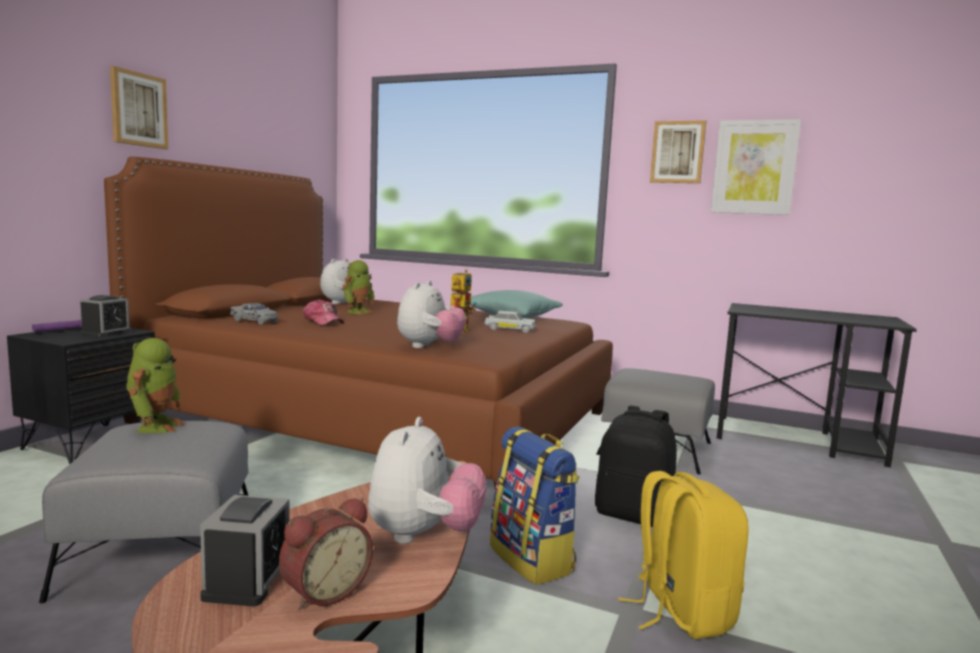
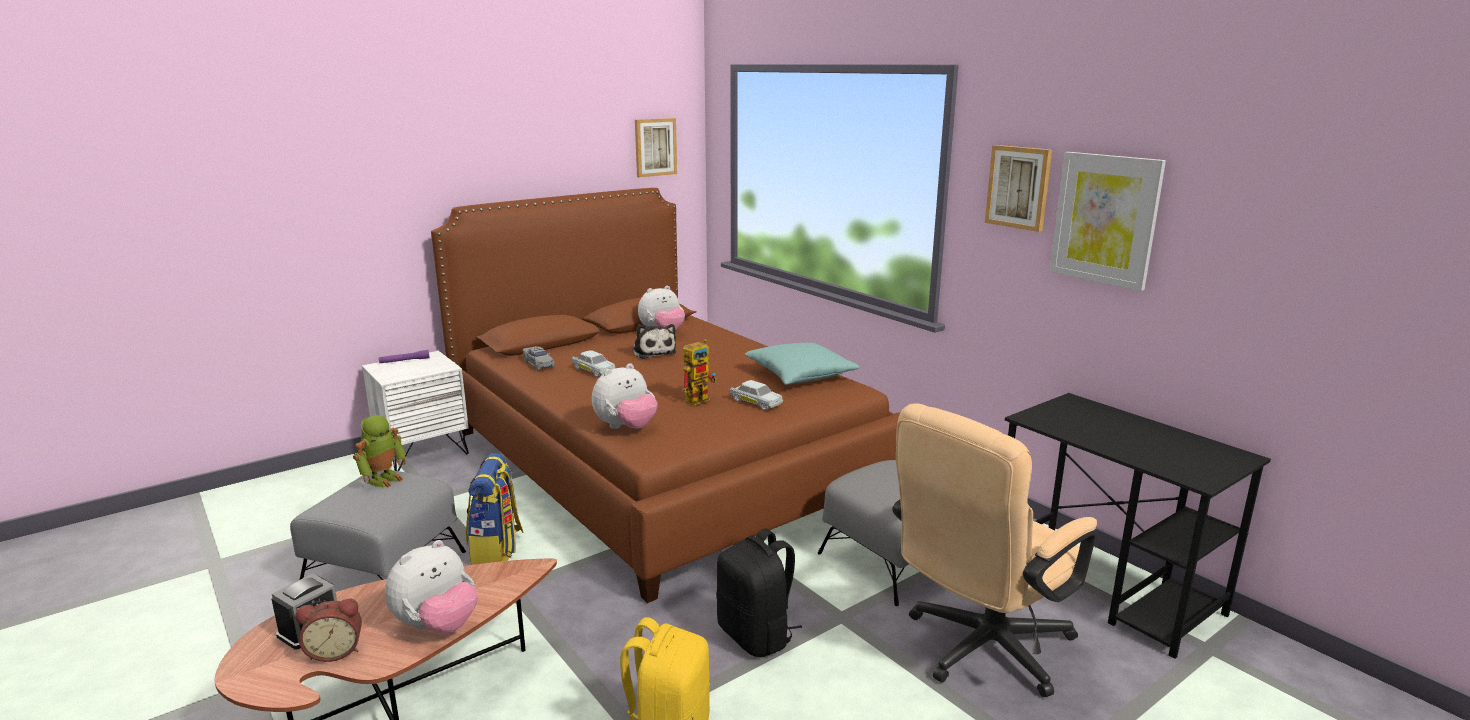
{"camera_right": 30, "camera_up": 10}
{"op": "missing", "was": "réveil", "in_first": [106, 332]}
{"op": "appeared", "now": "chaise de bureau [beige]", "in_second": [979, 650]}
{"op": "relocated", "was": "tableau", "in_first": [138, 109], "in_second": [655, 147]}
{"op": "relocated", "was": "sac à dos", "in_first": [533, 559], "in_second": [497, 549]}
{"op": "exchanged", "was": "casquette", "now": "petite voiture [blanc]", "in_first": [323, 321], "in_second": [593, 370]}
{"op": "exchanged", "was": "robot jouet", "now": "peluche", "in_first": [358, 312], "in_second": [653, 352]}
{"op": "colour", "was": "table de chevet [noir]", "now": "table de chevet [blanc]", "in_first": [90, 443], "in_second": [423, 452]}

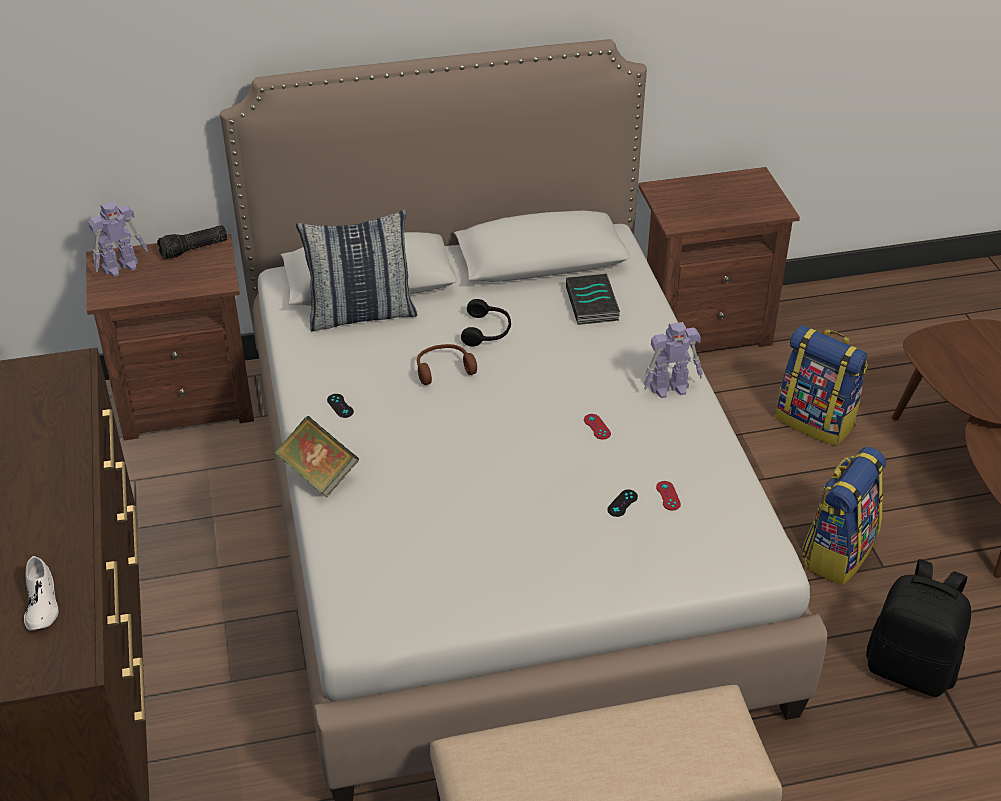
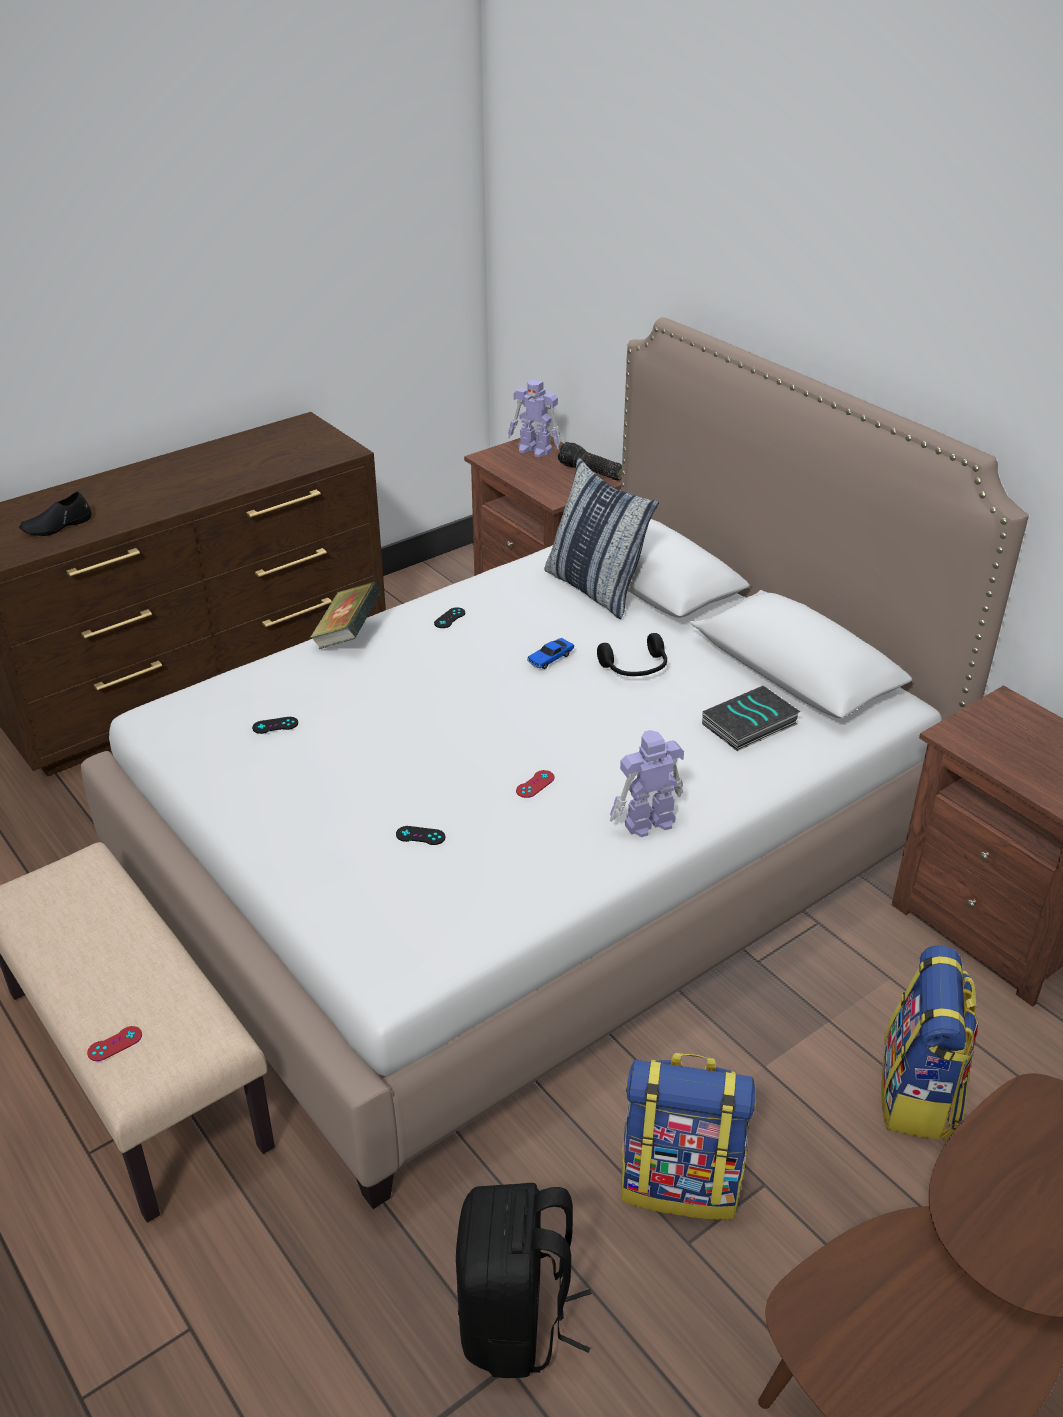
{"camera_right": 65, "camera_up": -5}
{"op": "appeared", "now": "manette [noir]", "in_second": [275, 725]}
{"op": "relocated", "was": "manette [rouge]", "in_first": [668, 496], "in_second": [115, 1044]}
{"op": "exchanged", "was": "casque audio [marron]", "now": "petite voiture", "in_first": [443, 369], "in_second": [550, 658]}
{"op": "colour", "was": "chaussure [blanc]", "now": "chaussure [noir]", "in_first": [41, 603], "in_second": [57, 526]}
{"op": "spun", "was": "robot jouet", "in_first": [670, 388], "in_second": [647, 823], "clockwise": 105}

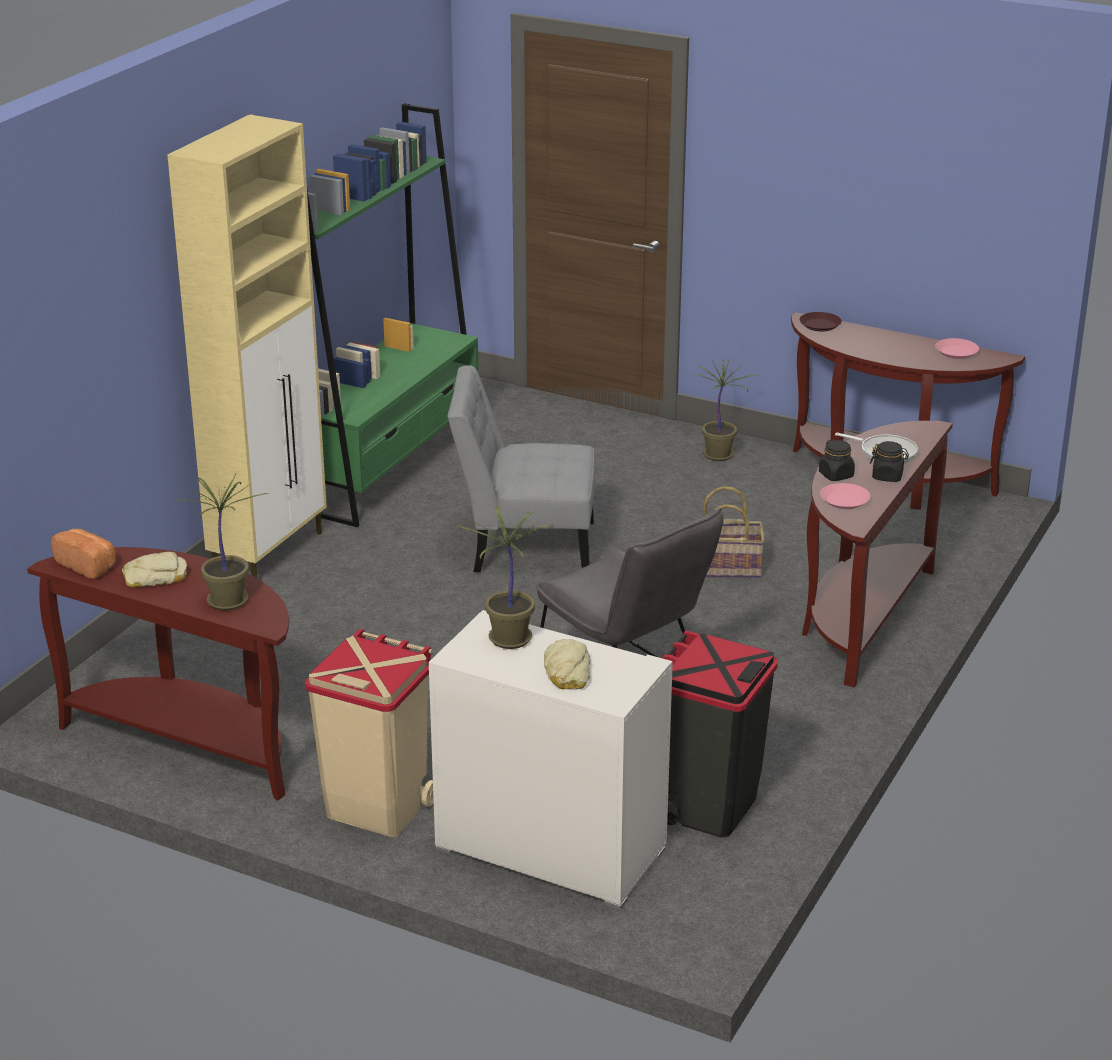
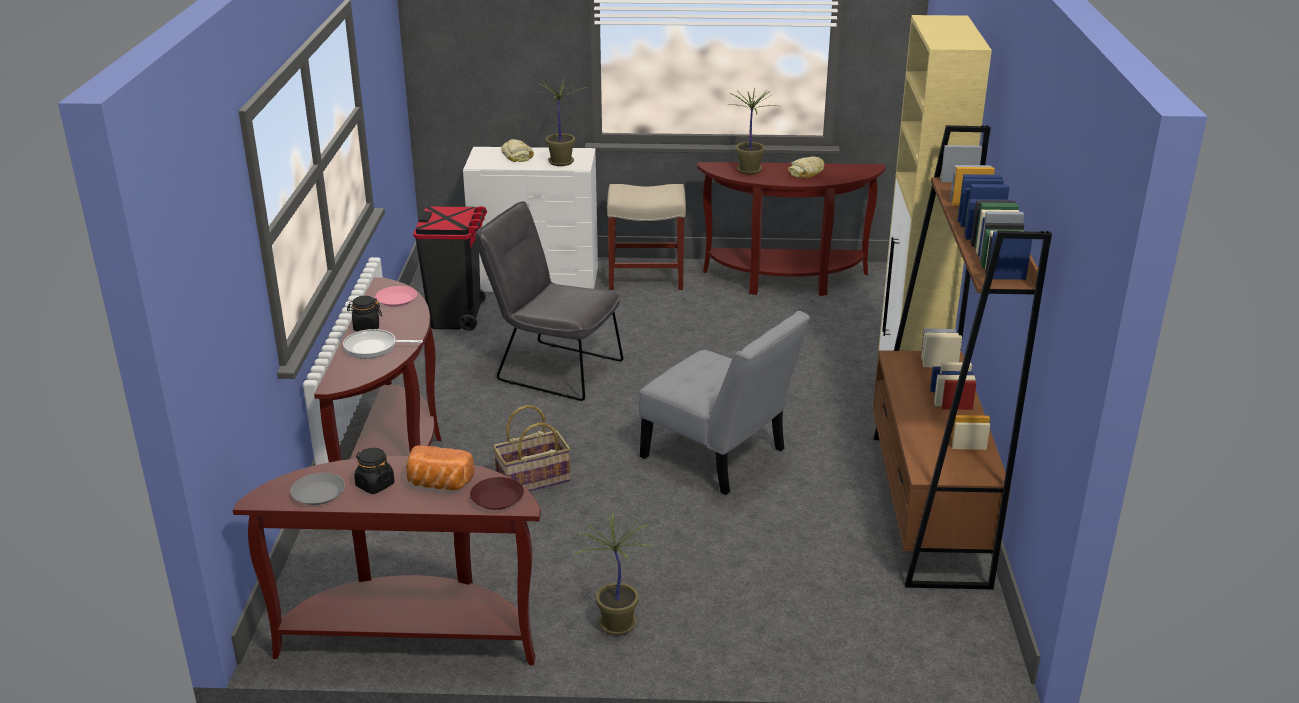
{"camera_right": 155, "camera_up": 0}
{"op": "relocated", "was": "pain", "in_first": [88, 565], "in_second": [438, 484]}
{"op": "relocated", "was": "bocal [noir]", "in_first": [836, 475], "in_second": [375, 485]}
{"op": "exchanged", "was": "poubelle [beige]", "now": "tabouret [beige]", "in_first": [377, 807], "in_second": [647, 277]}
{"op": "colour", "was": "bibliothèque [vert]", "now": "bibliothèque [marron]", "in_first": [388, 467], "in_second": [928, 507]}
{"op": "colour", "was": "assiette [rose]", "now": "assiette [gris]", "in_first": [956, 352], "in_second": [318, 493]}
{"op": "spun", "was": "chaise [gris]", "in_first": [525, 546], "in_second": [719, 457], "clockwise": 60}

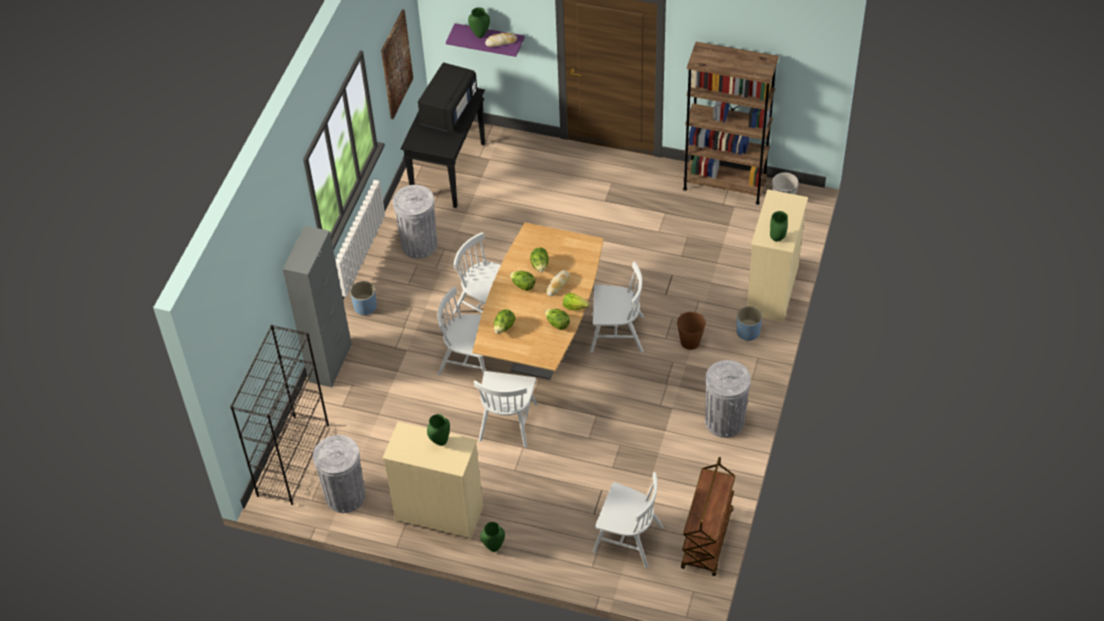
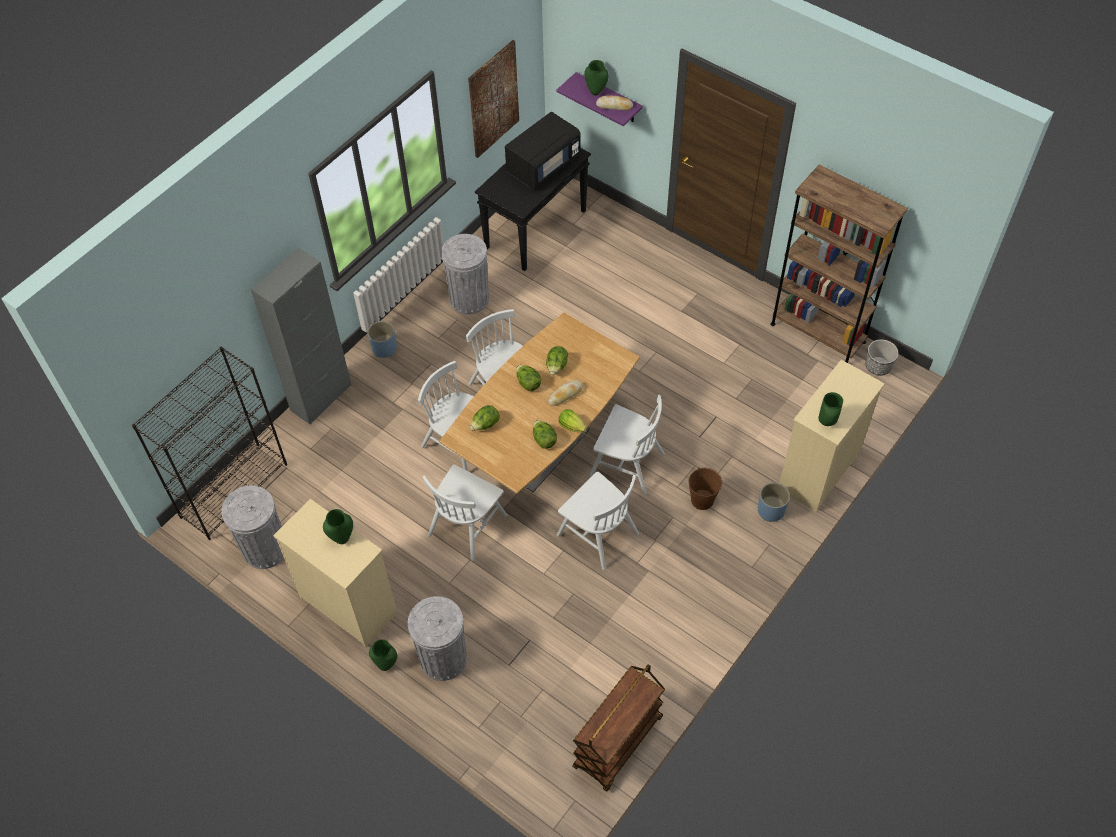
{"camera_right": 20, "camera_up": 5}
{"op": "relocated", "was": "chaise [blanc]", "in_first": [627, 539], "in_second": [597, 534]}
{"op": "relocated", "was": "poubelle [gris]", "in_first": [724, 421], "in_second": [443, 658]}

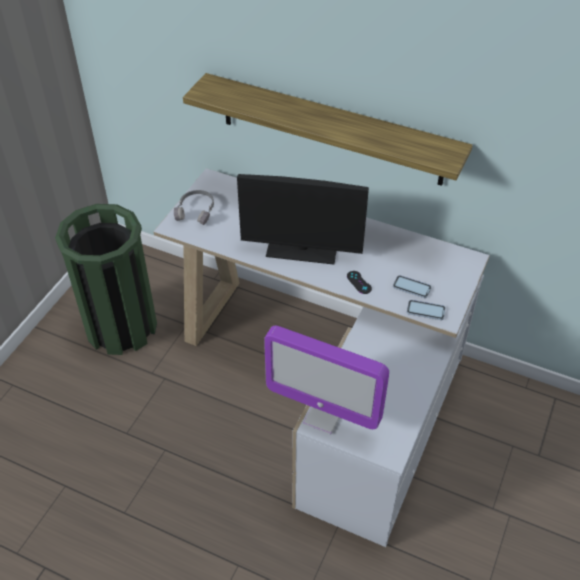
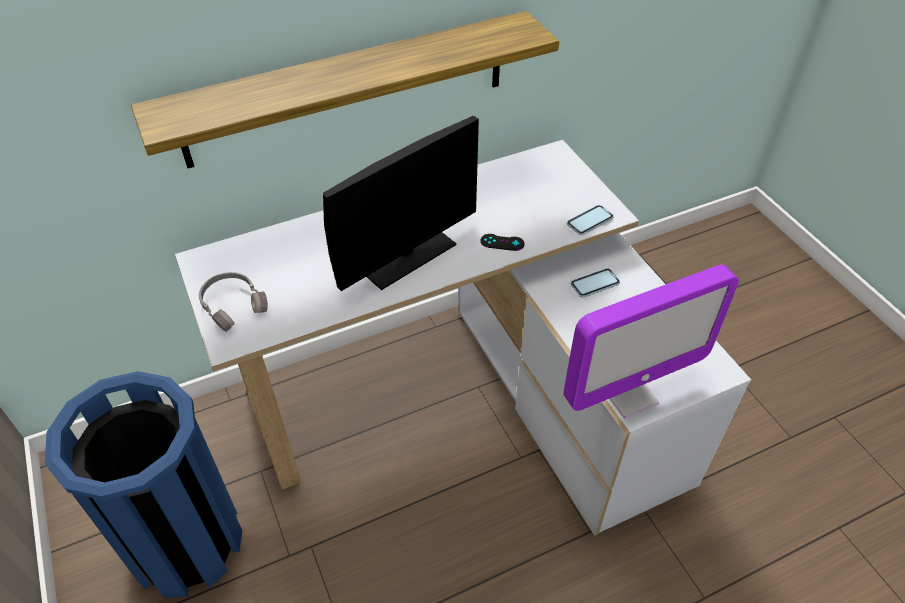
{"camera_right": -50, "camera_up": 0}
{"op": "relocated", "was": "téléphone", "in_first": [411, 287], "in_second": [594, 284]}
{"op": "colour", "was": "poubelle [vert]", "now": "poubelle [bleu]", "in_first": [121, 327], "in_second": [186, 542]}

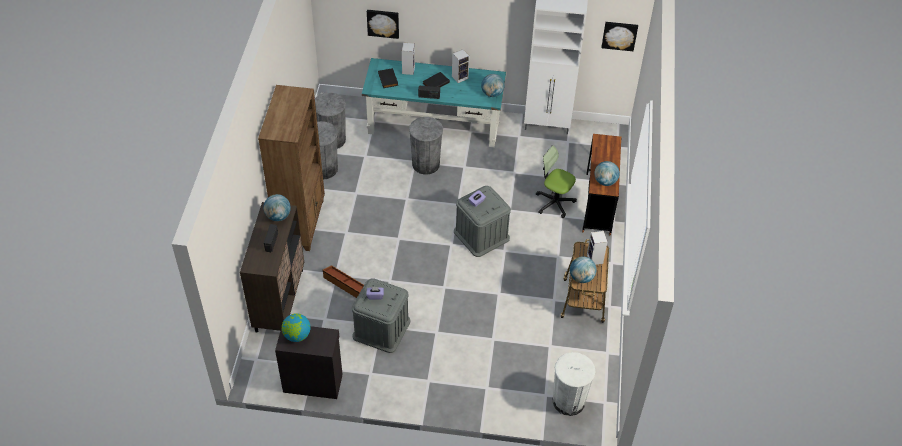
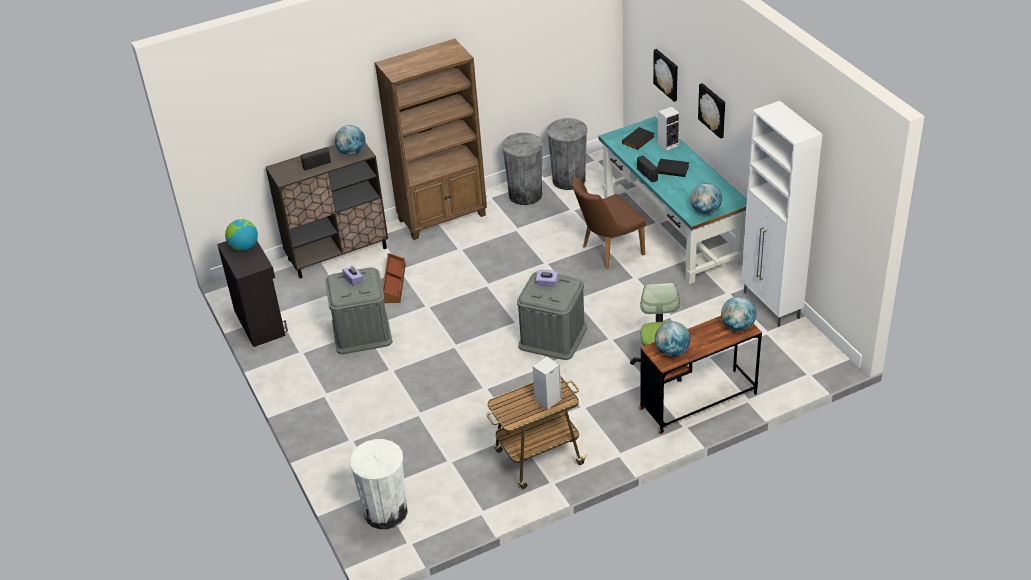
{"camera_right": 60, "camera_up": -10}
{"op": "missing", "was": "enceinte", "in_first": [460, 77]}
{"op": "relocated", "was": "globe", "in_first": [581, 277], "in_second": [737, 326]}
{"op": "relocated", "was": "tableau", "in_first": [619, 35], "in_second": [713, 110]}
{"op": "exchanged", "was": "poubelle [gris]", "now": "chaise [marron]", "in_first": [426, 164], "in_second": [607, 251]}

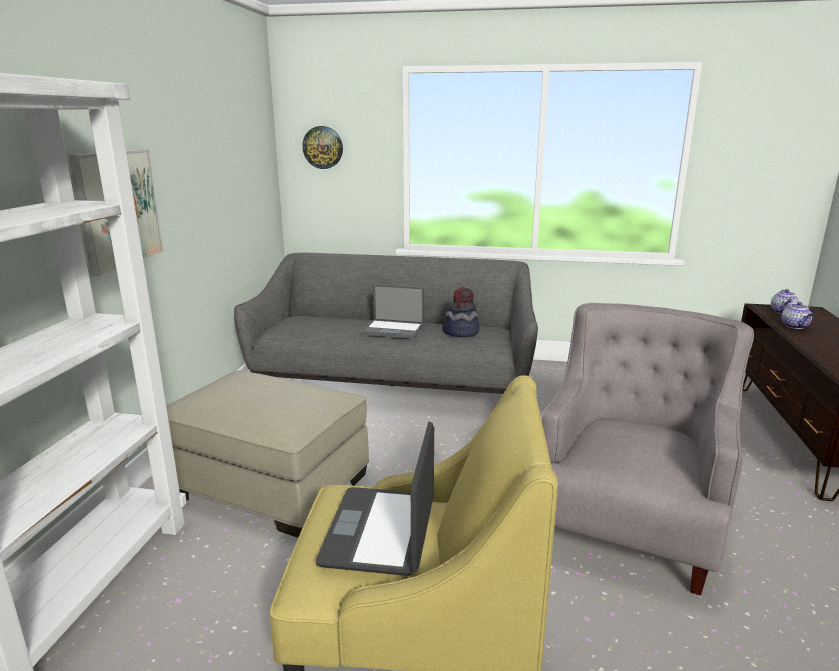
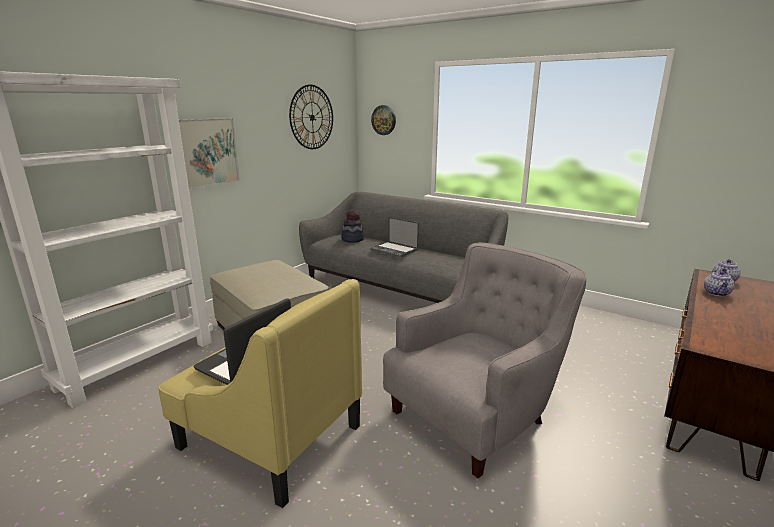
{"camera_right": 25, "camera_up": 0}
{"op": "appeared", "now": "horloge murale", "in_second": [312, 117]}
{"op": "relocated", "was": "chapeau", "in_first": [461, 332], "in_second": [352, 239]}

